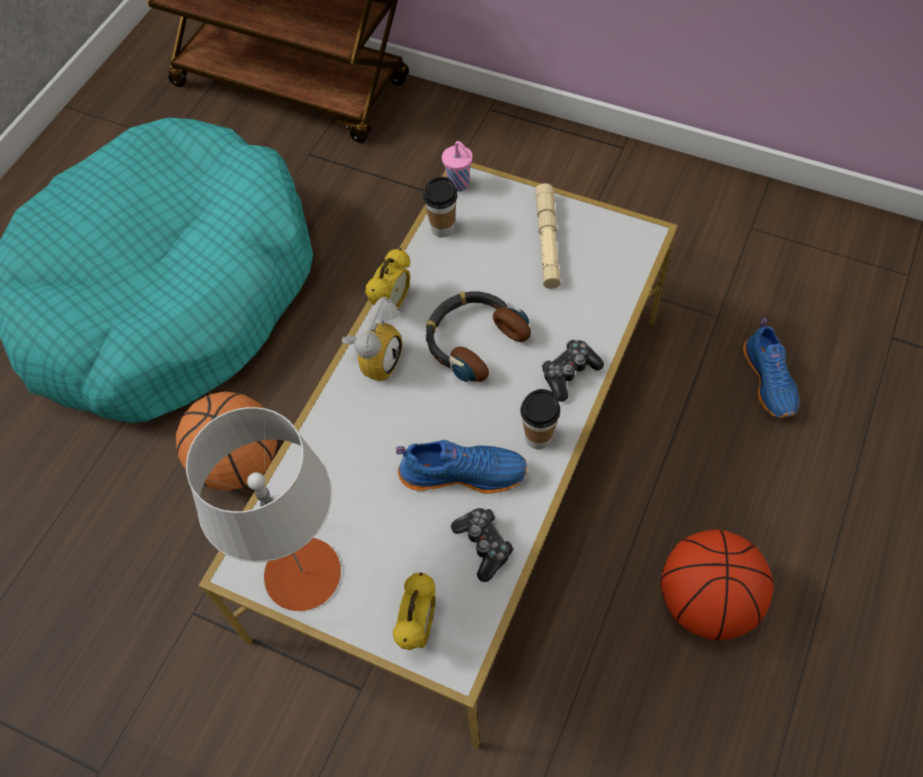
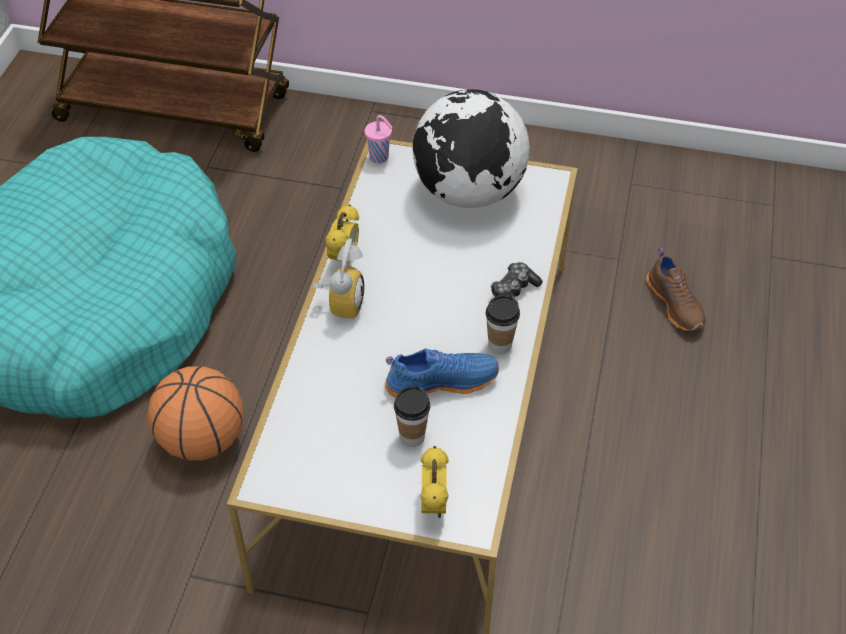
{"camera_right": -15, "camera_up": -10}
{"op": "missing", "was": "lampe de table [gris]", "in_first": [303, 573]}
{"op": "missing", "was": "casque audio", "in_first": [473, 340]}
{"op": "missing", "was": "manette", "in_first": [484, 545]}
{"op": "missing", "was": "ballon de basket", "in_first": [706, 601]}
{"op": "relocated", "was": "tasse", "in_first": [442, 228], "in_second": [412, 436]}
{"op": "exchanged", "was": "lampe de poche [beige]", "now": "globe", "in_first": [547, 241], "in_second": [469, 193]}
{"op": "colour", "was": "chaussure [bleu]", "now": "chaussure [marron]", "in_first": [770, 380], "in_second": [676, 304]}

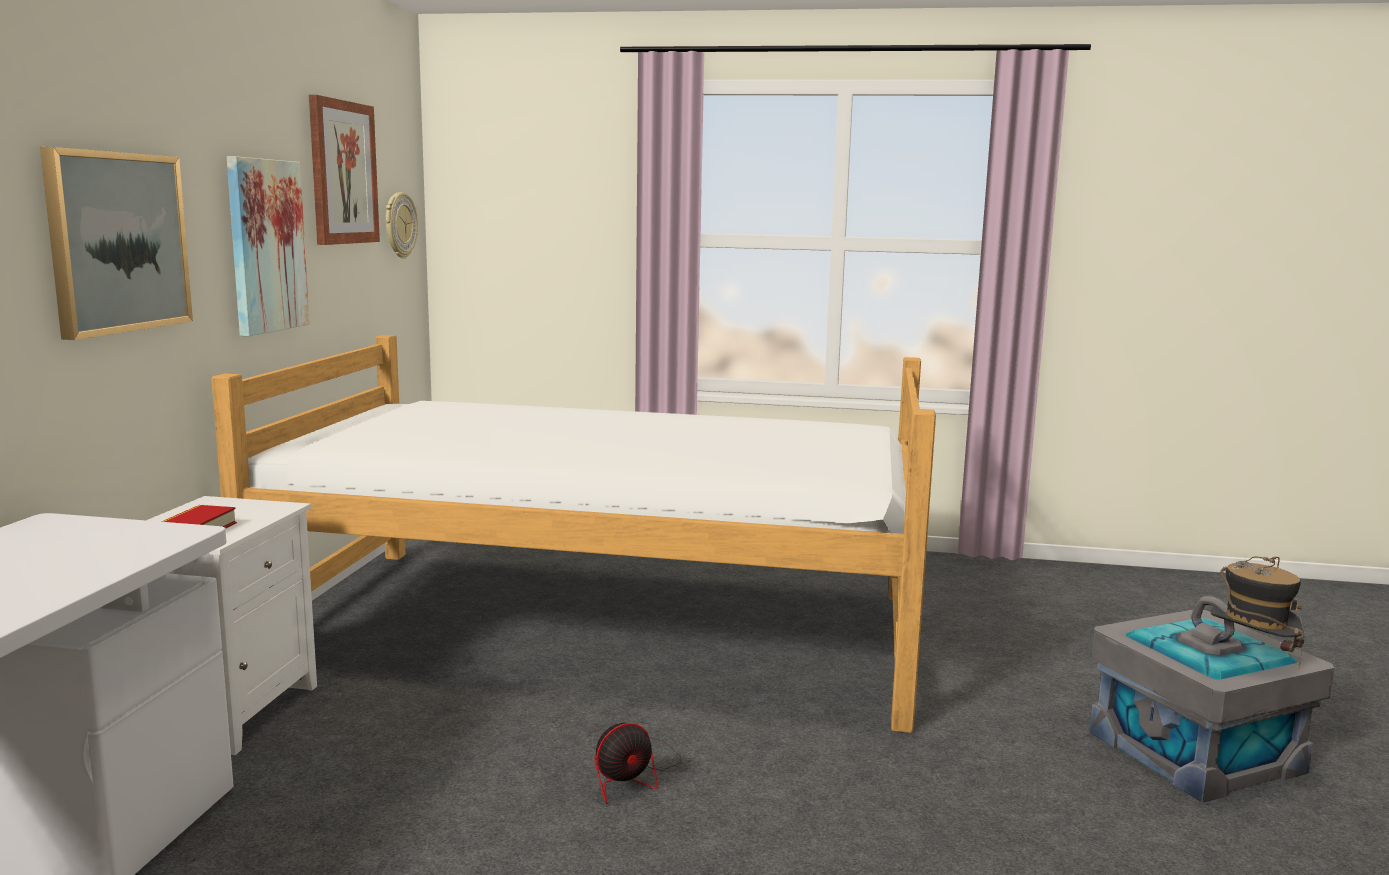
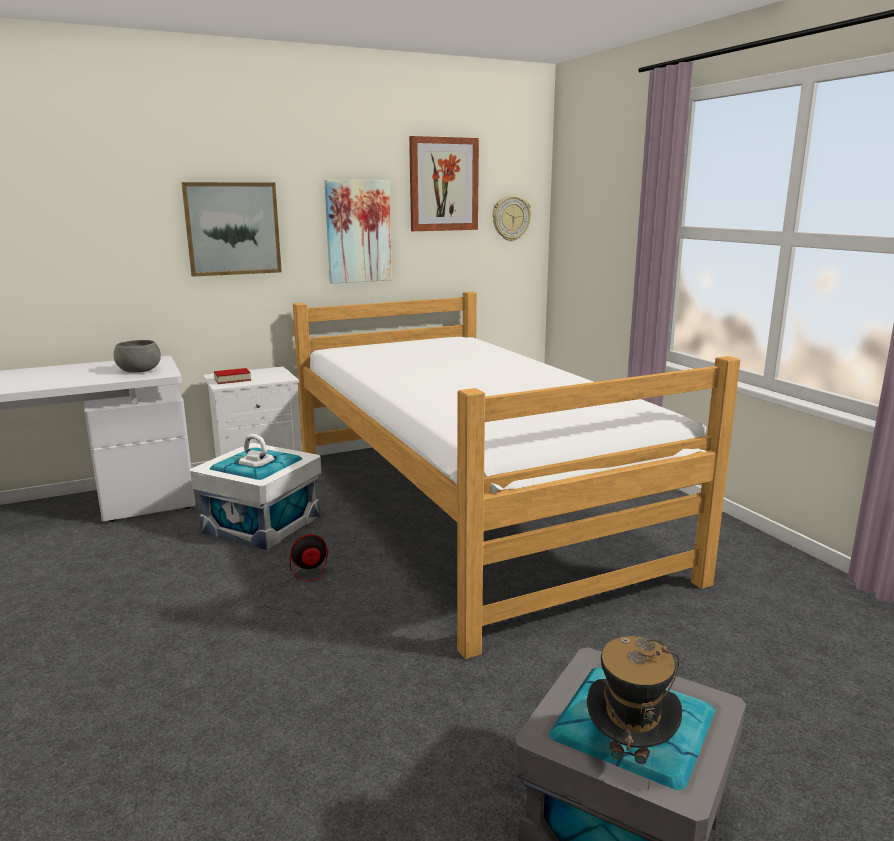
{"camera_right": 55, "camera_up": 5}
{"op": "appeared", "now": "bol [gris]", "in_second": [140, 370]}
{"op": "appeared", "now": "boîte de rangement [blanc]", "in_second": [262, 524]}
{"op": "spun", "was": "ventilateur", "in_first": [631, 773], "in_second": [300, 584], "clockwise": 135}

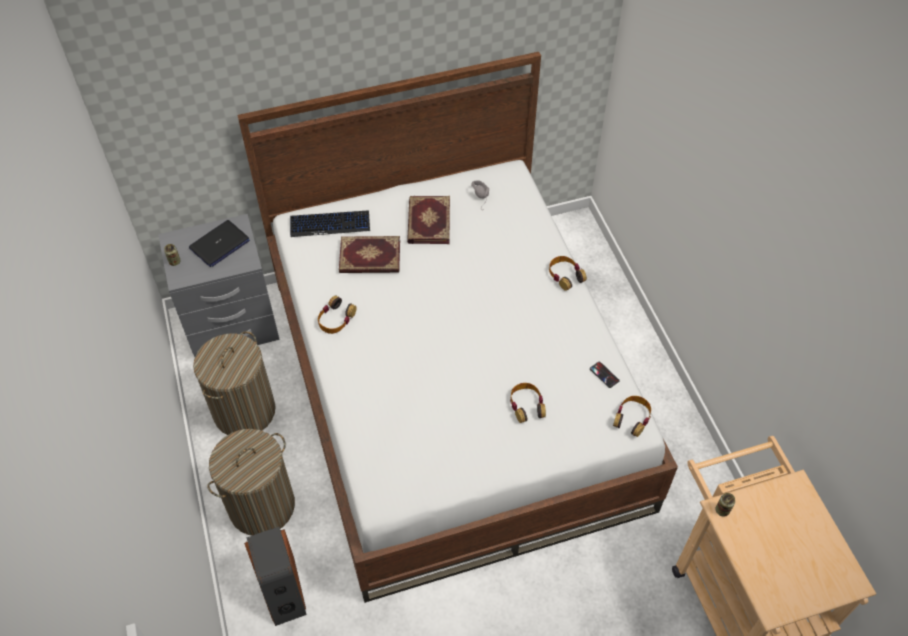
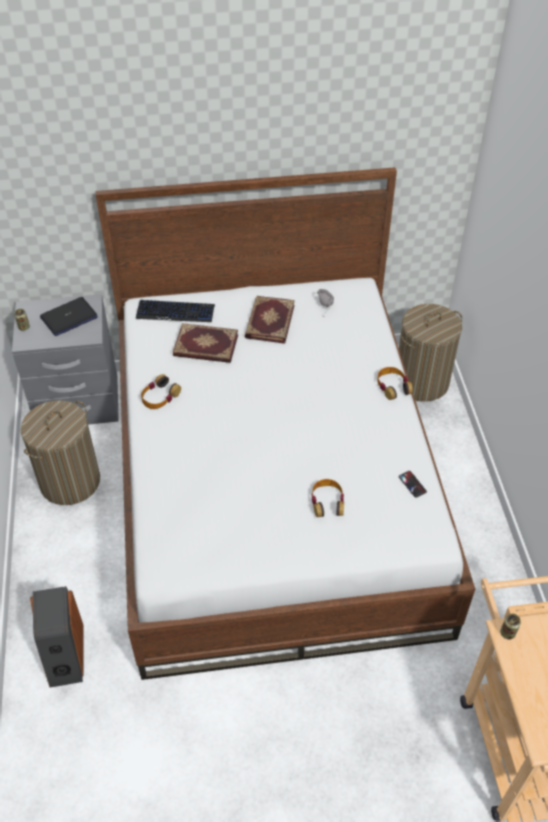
{"camera_right": 10, "camera_up": -5}
{"op": "missing", "was": "casque audio", "in_first": [632, 418]}
{"op": "relocated", "was": "panier à linge", "in_first": [261, 506], "in_second": [421, 382]}

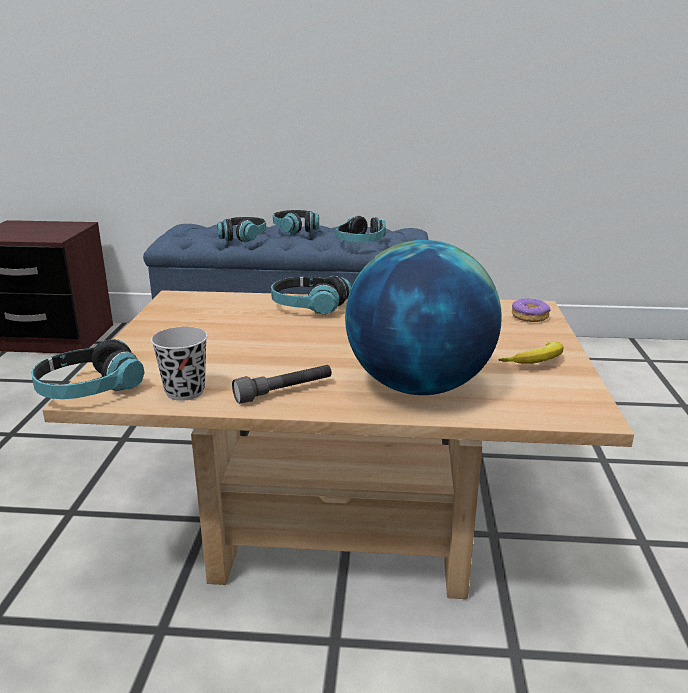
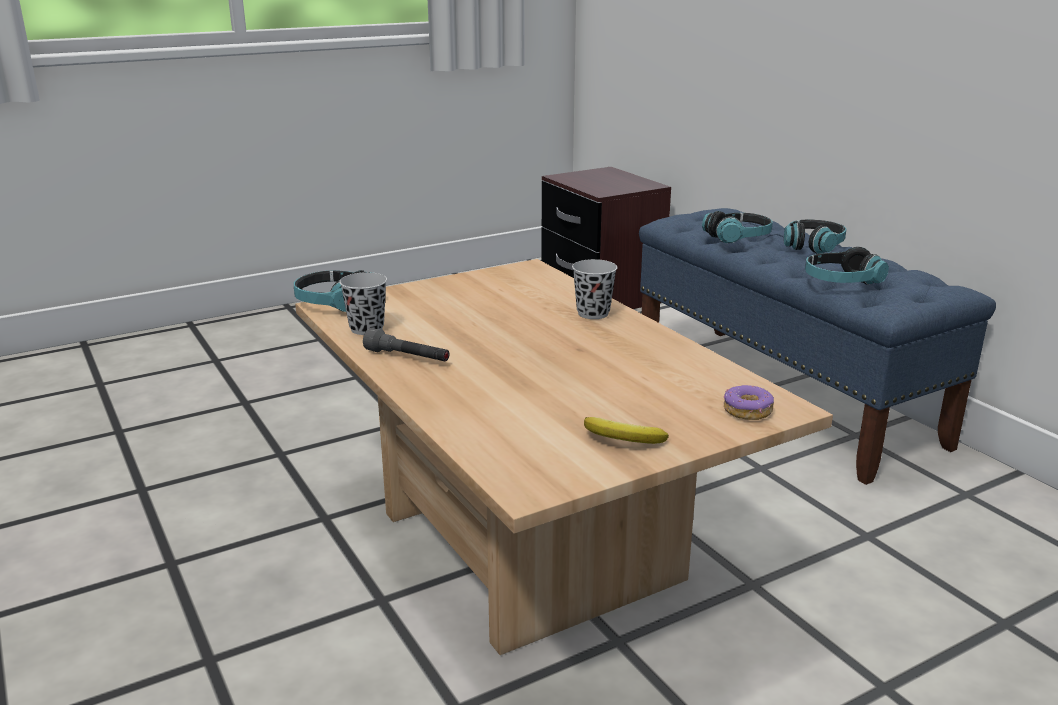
{"camera_right": 55, "camera_up": 0}
{"op": "missing", "was": "globe", "in_first": [418, 386]}
{"op": "exchanged", "was": "casque audio", "now": "tasse [noir]", "in_first": [309, 306], "in_second": [593, 313]}

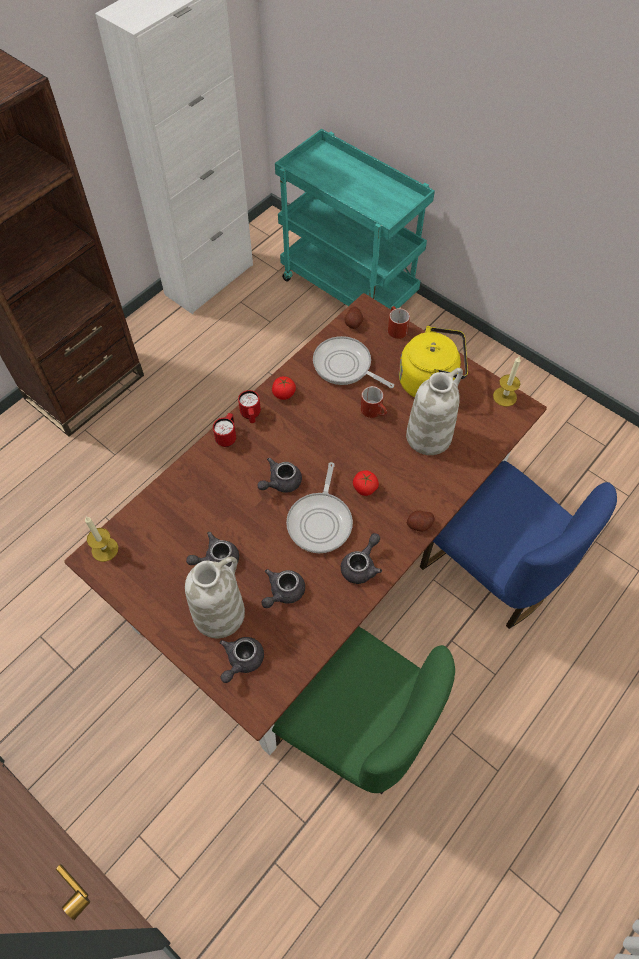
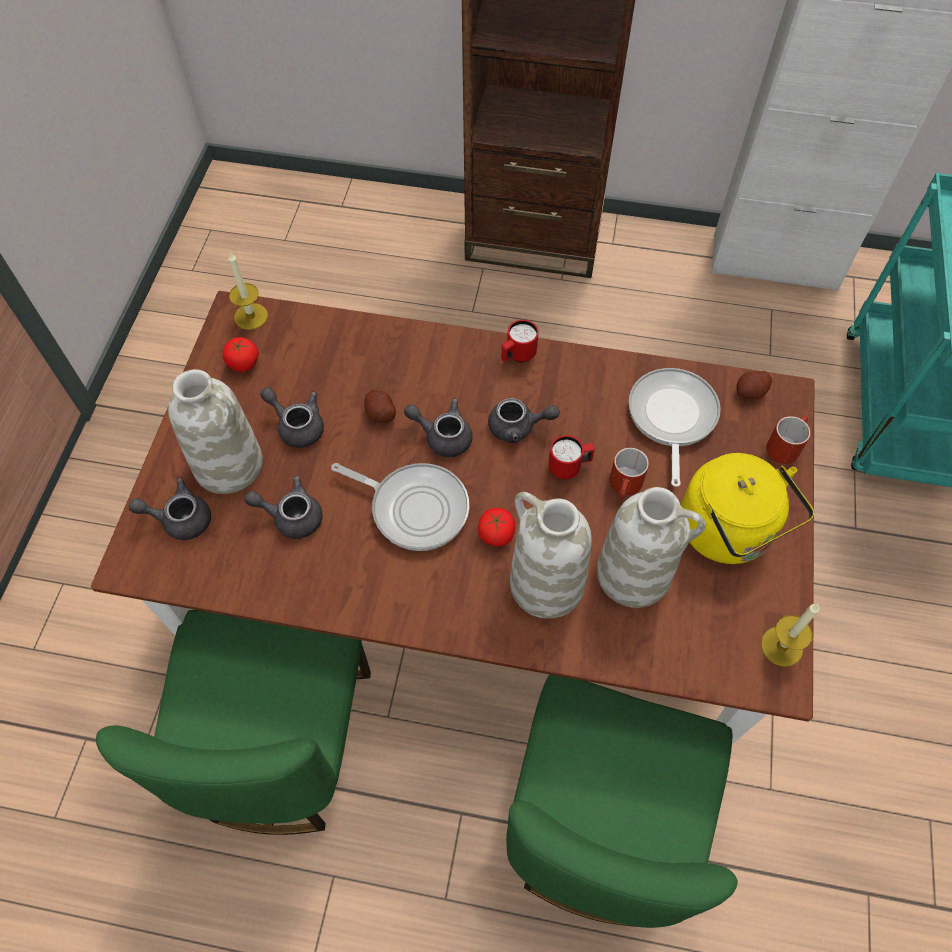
{"camera_right": 60, "camera_up": 0}
{"op": "appeared", "now": "vase [blanc]", "in_second": [545, 584]}
{"op": "relocated", "was": "mug [rouge]", "in_first": [227, 437], "in_second": [569, 467]}
{"op": "relocated", "was": "tomate", "in_first": [284, 394], "in_second": [243, 363]}
{"op": "relocated", "was": "théière [gris]", "in_first": [361, 565], "in_second": [518, 427]}
{"op": "relocated", "was": "pomme de terre", "in_first": [419, 524], "in_second": [380, 413]}
{"op": "colour", "was": "chaise [bleu]", "now": "chaise [vert]", "in_first": [492, 570], "in_second": [598, 822]}
{"op": "spun", "was": "poêle", "in_first": [320, 521], "in_second": [414, 507], "clockwise": -135}

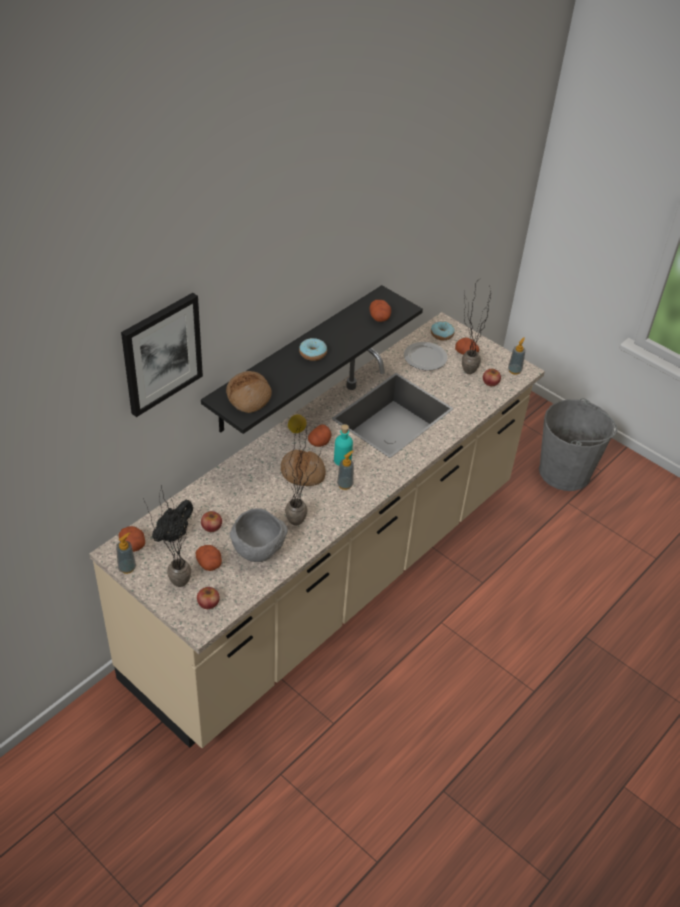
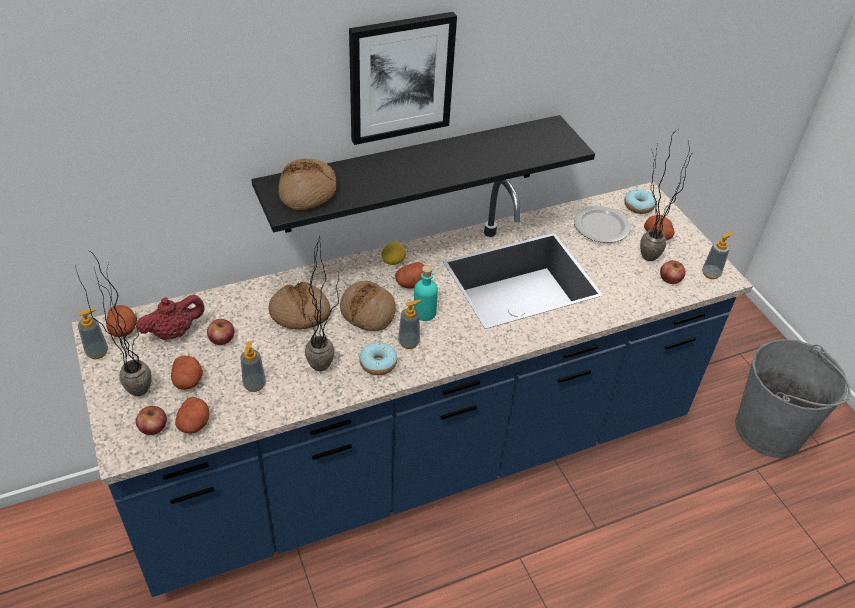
{"camera_right": 25, "camera_up": 0}
{"op": "appeared", "now": "pain", "in_second": [300, 313]}
{"op": "relocated", "was": "tableau", "in_first": [161, 353], "in_second": [400, 78]}
{"op": "relocated", "was": "beignet", "in_first": [313, 353], "in_second": [378, 363]}
{"op": "relocated", "was": "pomme de terre", "in_first": [380, 318], "in_second": [194, 424]}
{"op": "exchanged", "was": "bol [gris]", "now": "distributeur de savon", "in_first": [258, 550], "in_second": [254, 385]}
{"op": "colour", "was": "comptoir de cuisine [beige]", "now": "comptoir de cuisine [bleu]", "in_first": [331, 579], "in_second": [417, 457]}
{"op": "colour", "was": "théière [noir]", "now": "théière [rouge]", "in_first": [173, 534], "in_second": [174, 332]}

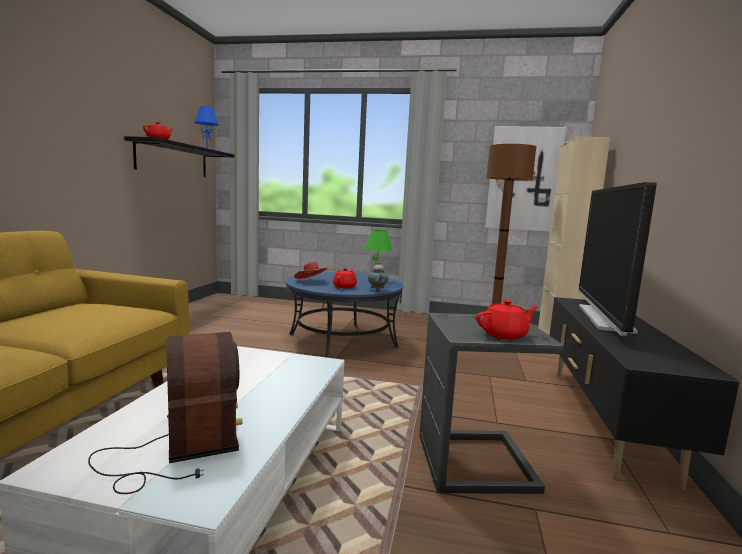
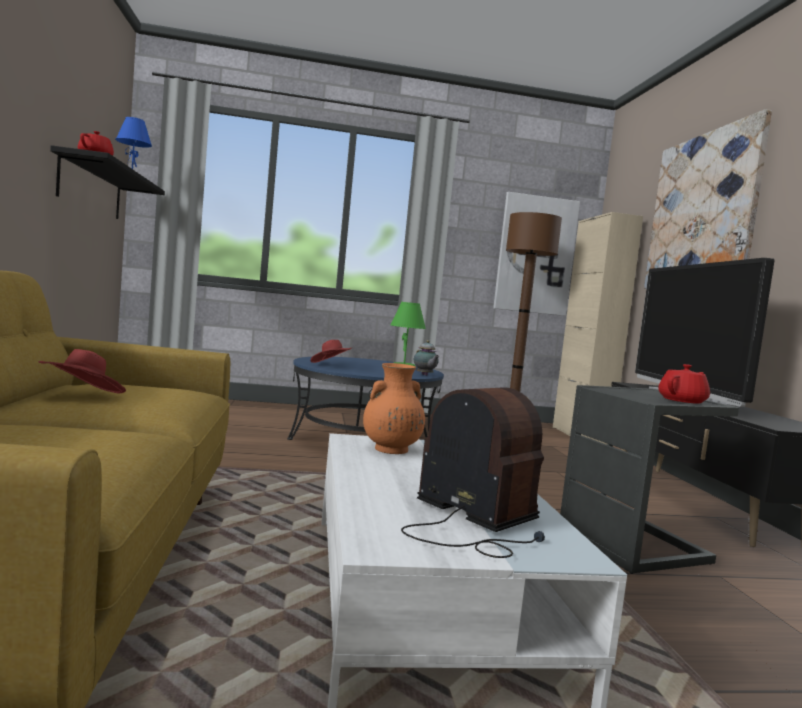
{"camera_right": -20, "camera_up": -5}
{"op": "missing", "was": "théière [rouge]", "in_first": [345, 286]}
{"op": "appeared", "now": "chapeau [rouge]", "in_second": [82, 396]}
{"op": "appeared", "now": "vase [orange]", "in_second": [390, 449]}
{"op": "appeared", "now": "tableau", "in_second": [702, 212]}

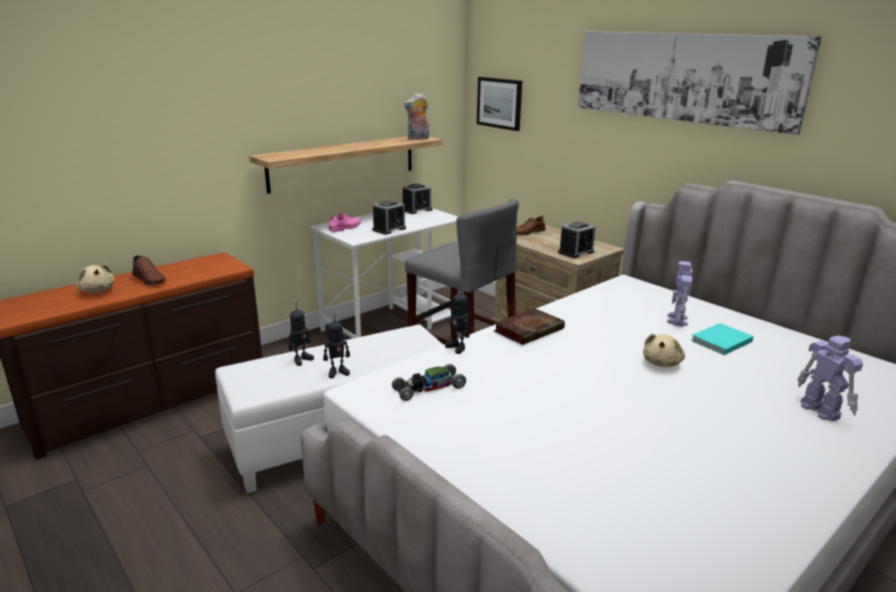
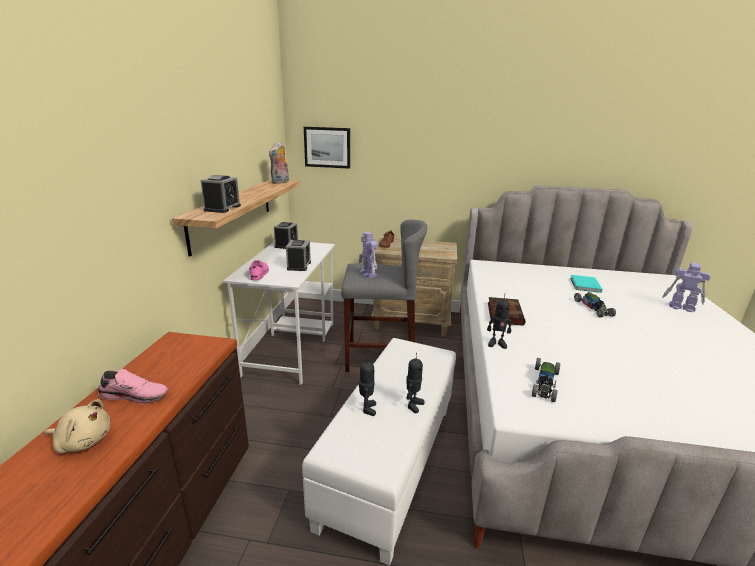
{"camera_right": -40, "camera_up": 0}
{"op": "missing", "was": "tableau", "in_first": [682, 77]}
{"op": "relocated", "was": "réveil", "in_first": [576, 252], "in_second": [222, 208]}
{"op": "relocated", "was": "robot jouet", "in_first": [677, 320], "in_second": [368, 274]}
{"op": "exchanged", "was": "peluche [beige]", "now": "petite voiture", "in_first": [662, 363], "in_second": [593, 308]}
{"op": "colour", "was": "chaussure [marron]", "now": "chaussure [rose]", "in_first": [150, 279], "in_second": [136, 395]}

